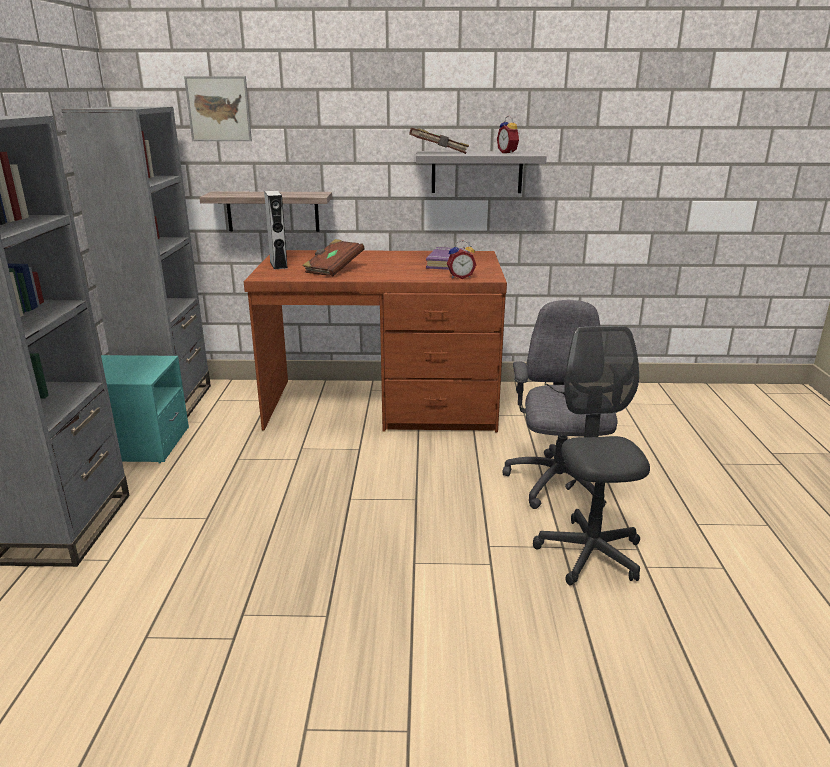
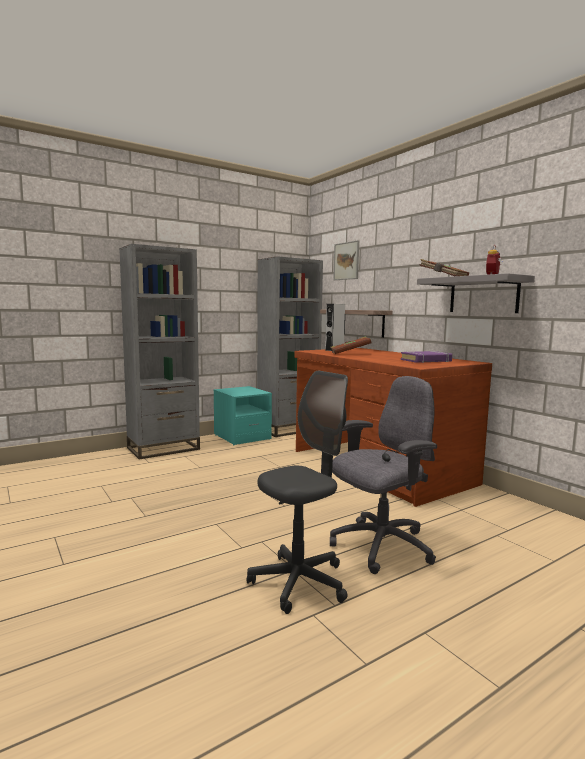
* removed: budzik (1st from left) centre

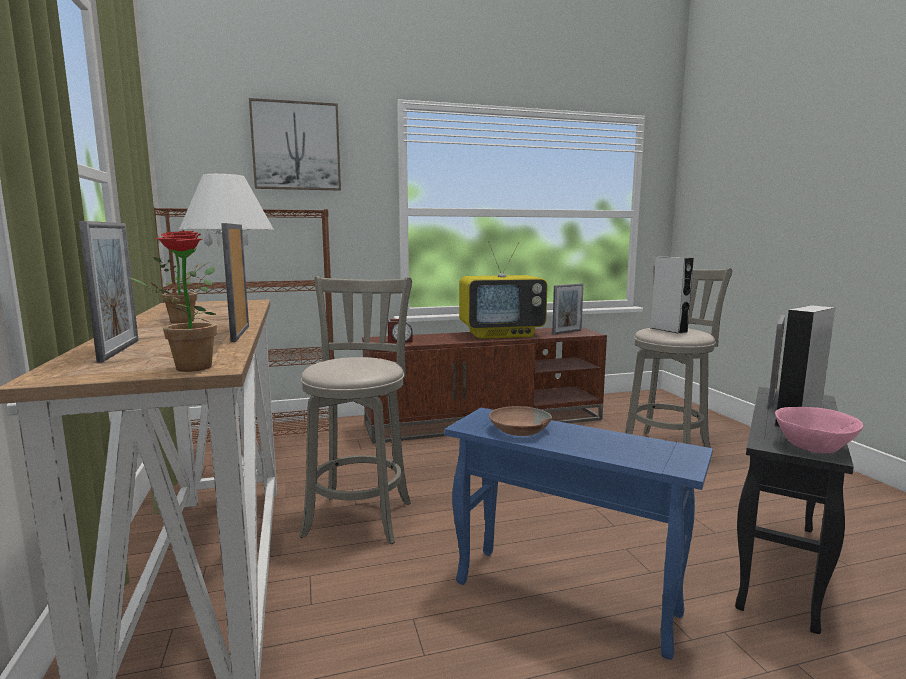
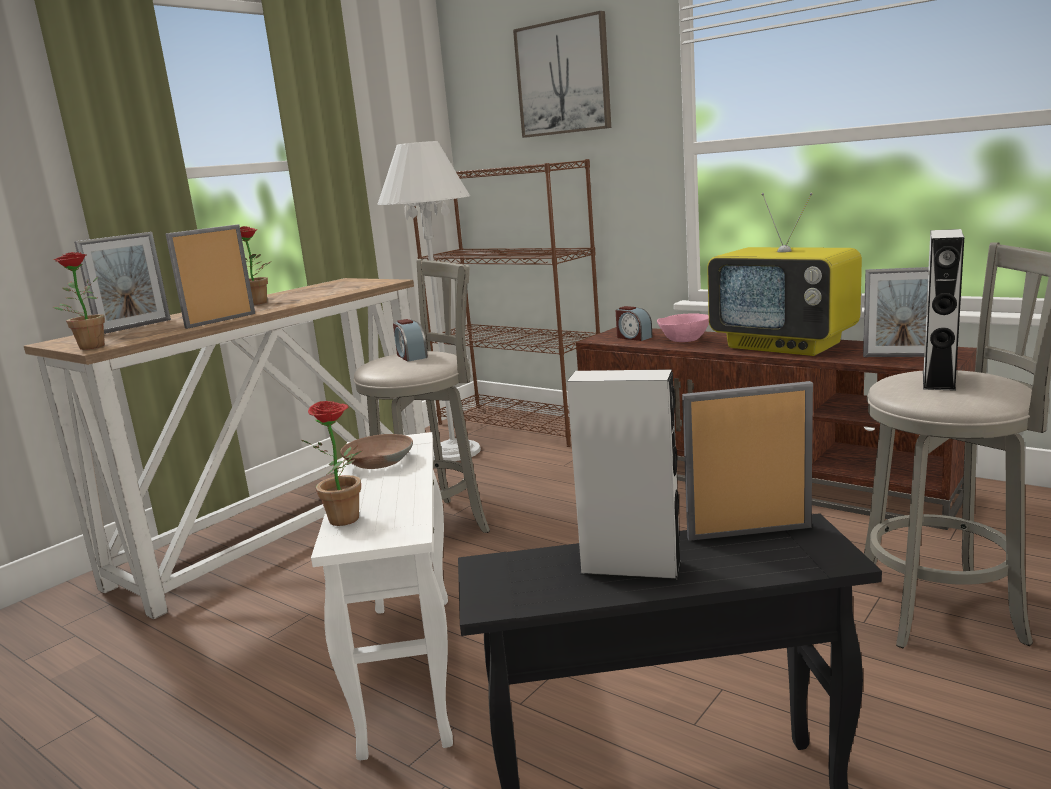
* added: roślina doniczkowa (3rd from left) middle left
* added: budzik (1st from left) centre
* moved: miska [różowy] middle right to centre
* recoloured: stolik [niebieski] bottom centre to stolik [biały] bottom centre

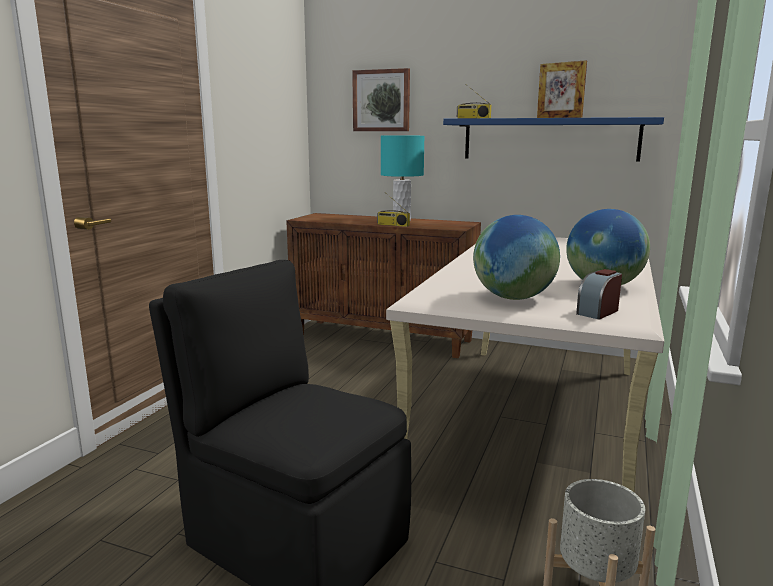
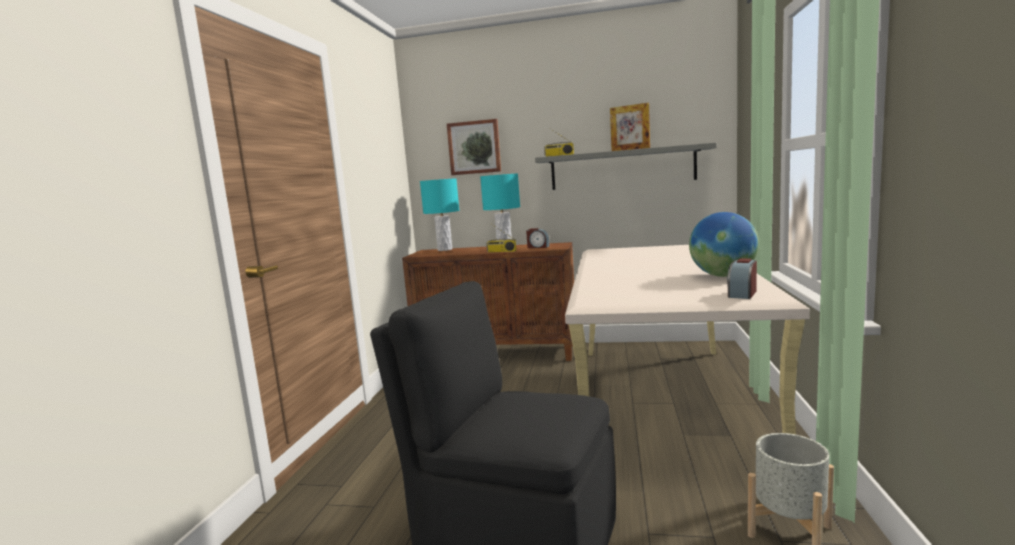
* removed: globus (1st from left) middle right
* added: lampa stołowa [turkusowy] (1st from left) centre
* added: budzik (1st from left) centre
* recoloured: półka [niebieski] top right to półka [szary] top centre

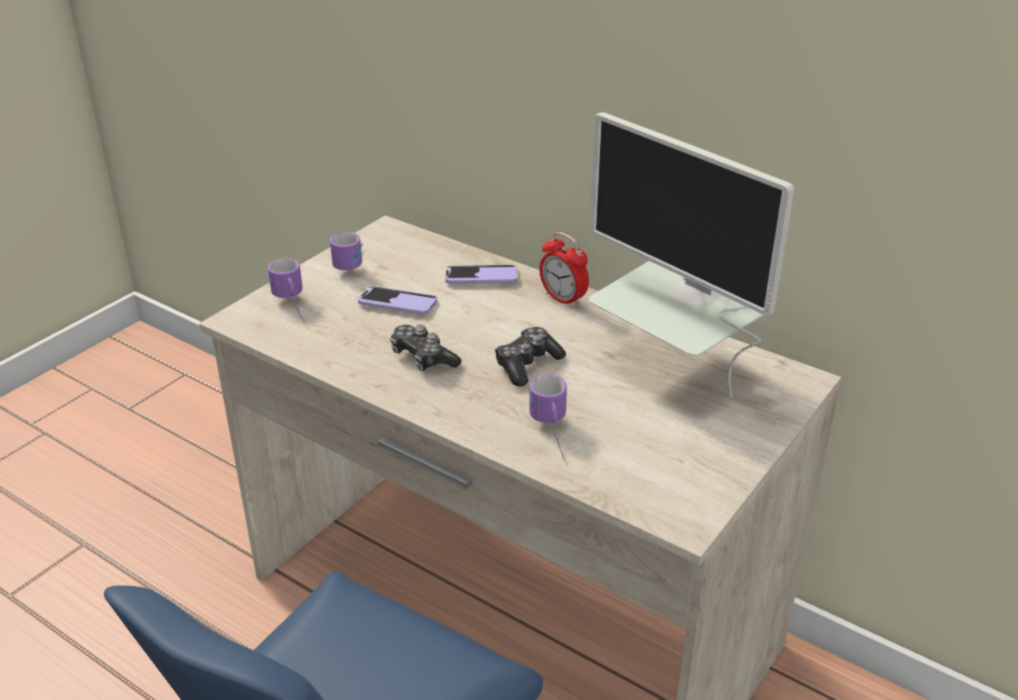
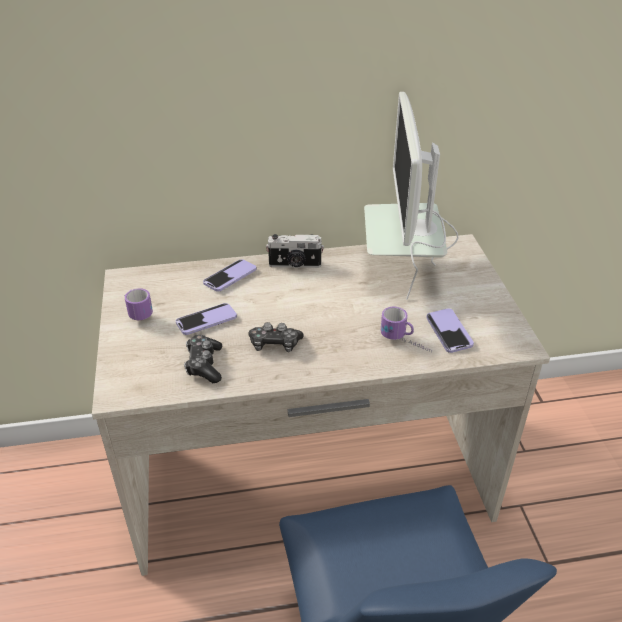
* removed: kubek (1st from left) middle left
* added: telefon (3rd from left) middle right
* moved: pad do gier (2nd from left in the first image) centre to pad do gier (1st from left) middle left
* replaced: budzik centre to aparat fotograficzny centre
* turned: monitor middle right = top centre 90 degrees clockwise

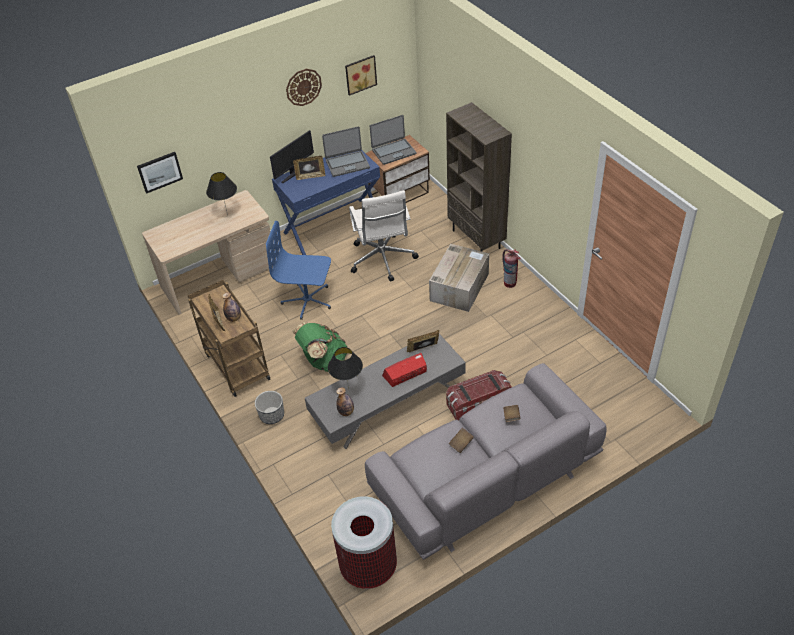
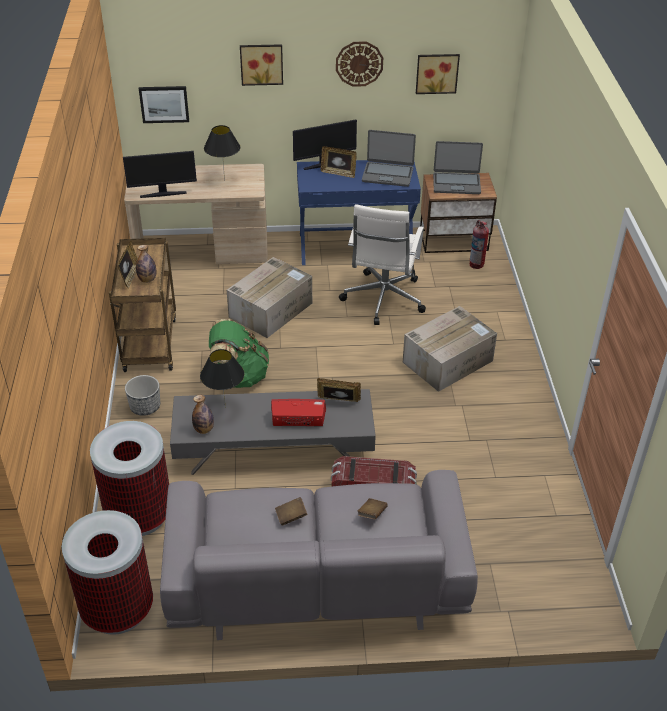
* removed: regał [brązowy] top centre
* added: kosz na śmieci (2nd from left) bottom left
* added: monitor (1st from left) top left
* added: obraz (2nd from left) top centre
* moved: gaśnica centre to middle right
* replaced: krzesło biurowe [niebieski] centre to karton (1st from left) centre

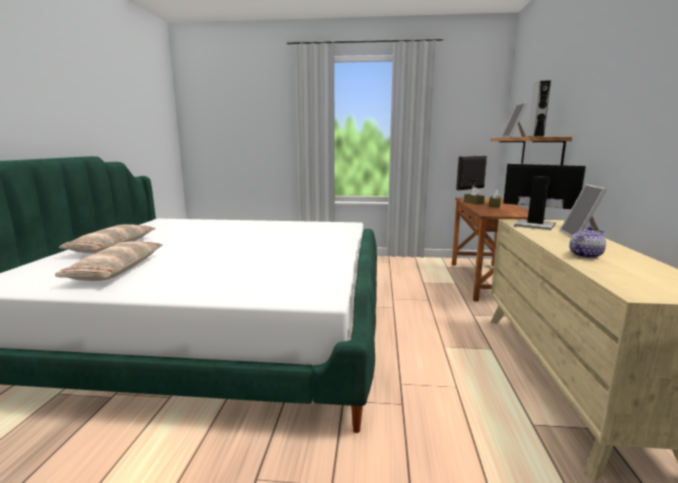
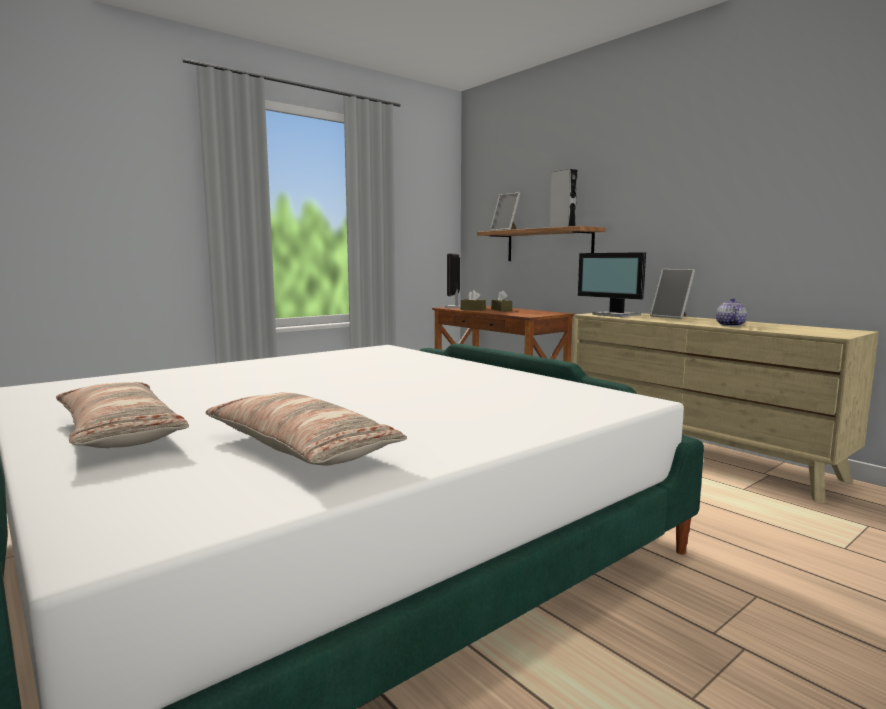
* turned: monitor (2nd from left) middle right = middle right 120 degrees counterclockwise

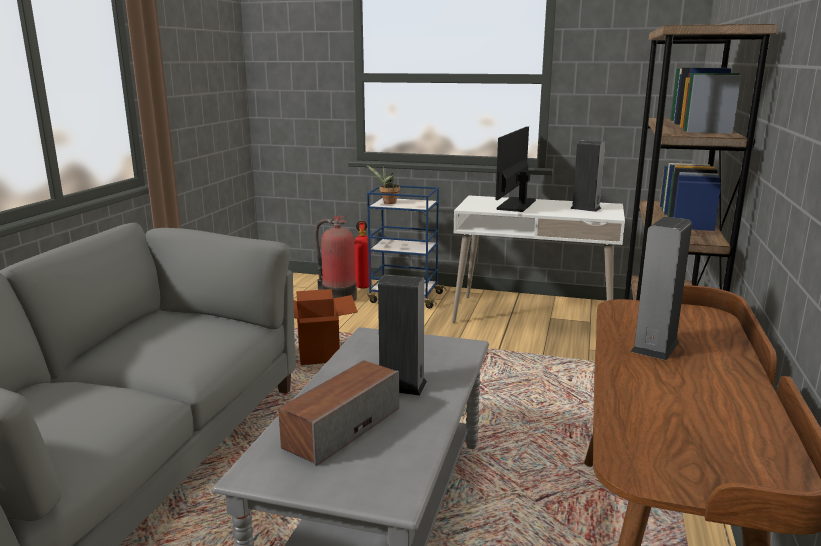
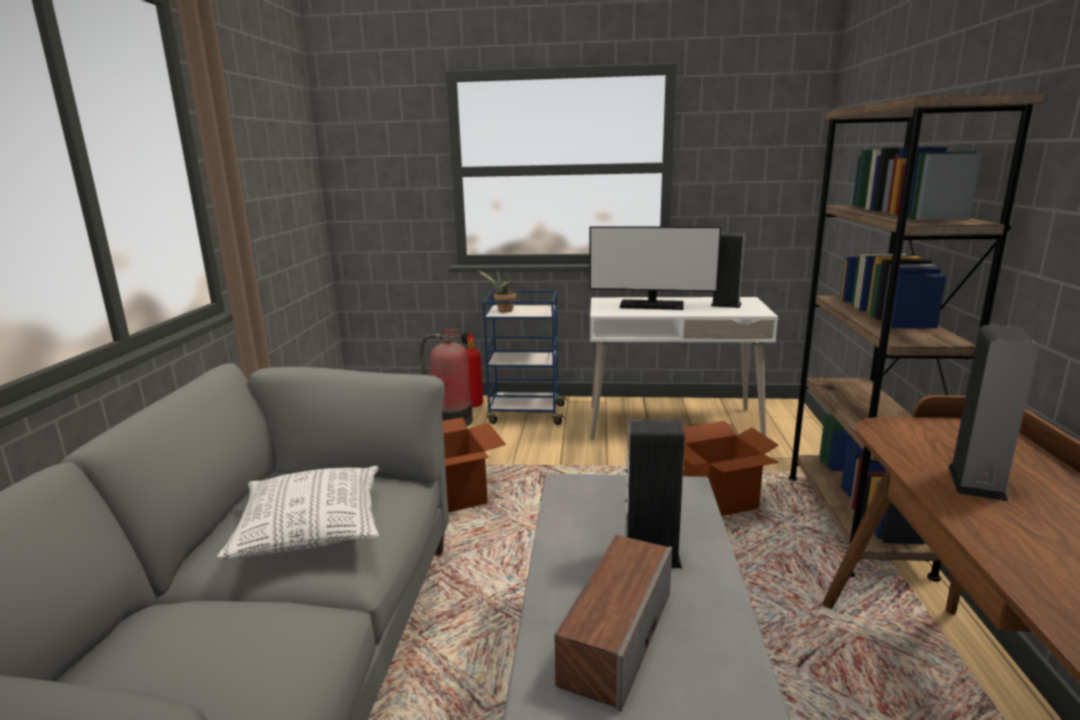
* added: poduszka bottom left
* added: karton (2nd from left) middle right
* turned: monitor top centre = centre 90 degrees counterclockwise

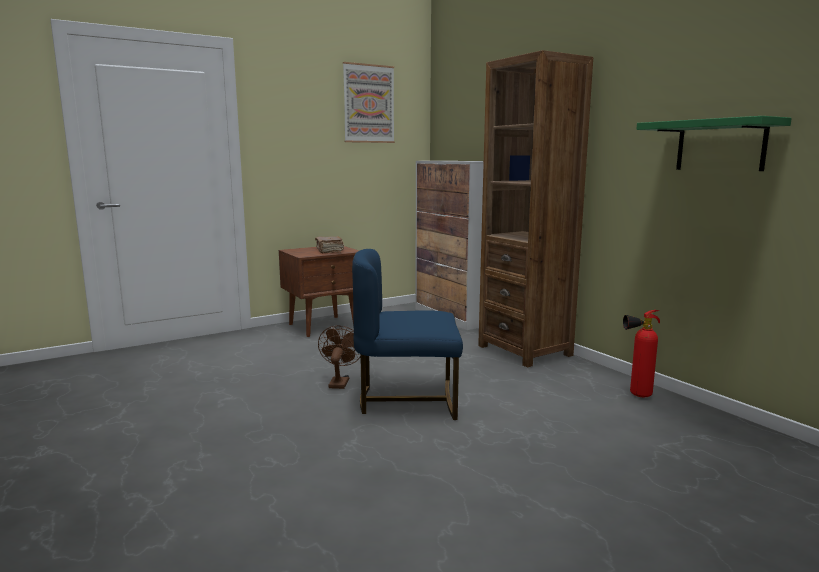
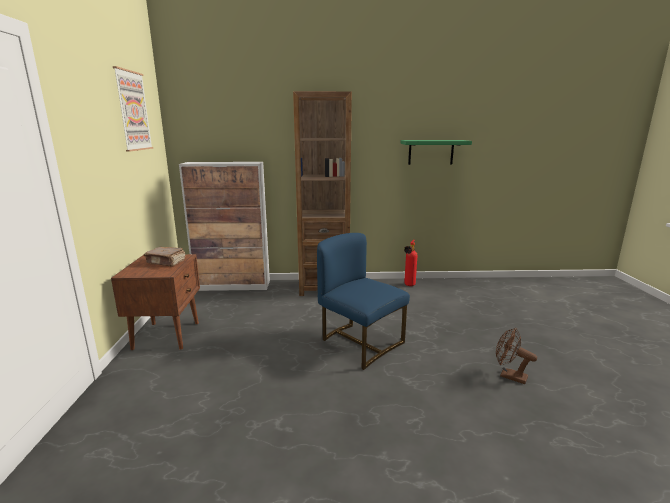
* moved: wentylator [brązowy] centre to bottom right
* turned: krzesło [niebieski] centre = centre 105 degrees clockwise

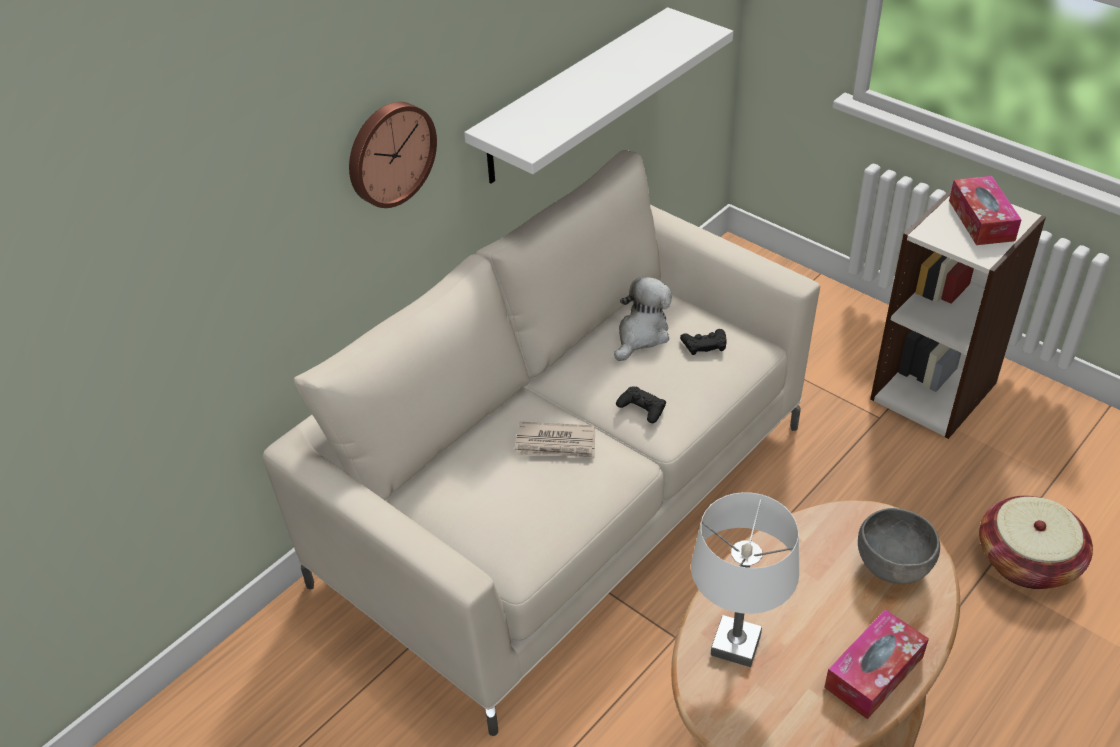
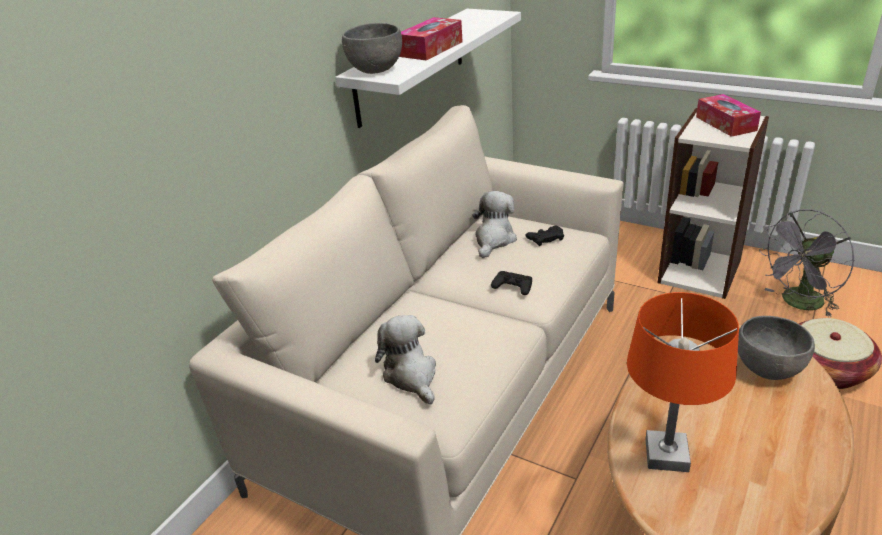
* removed: zegar ścienny top centre
* removed: gazeta centre
* added: miska [szary] (1st from left) top centre
* added: pluszak (1st from left) bottom centre
* added: wentylator [szary] middle right
* moved: pudełko chusteczek (1st from left) bottom right to top centre
* recoloured: lampa stołowa [biały] bottom centre to lampa stołowa [pomarańczowy] bottom right

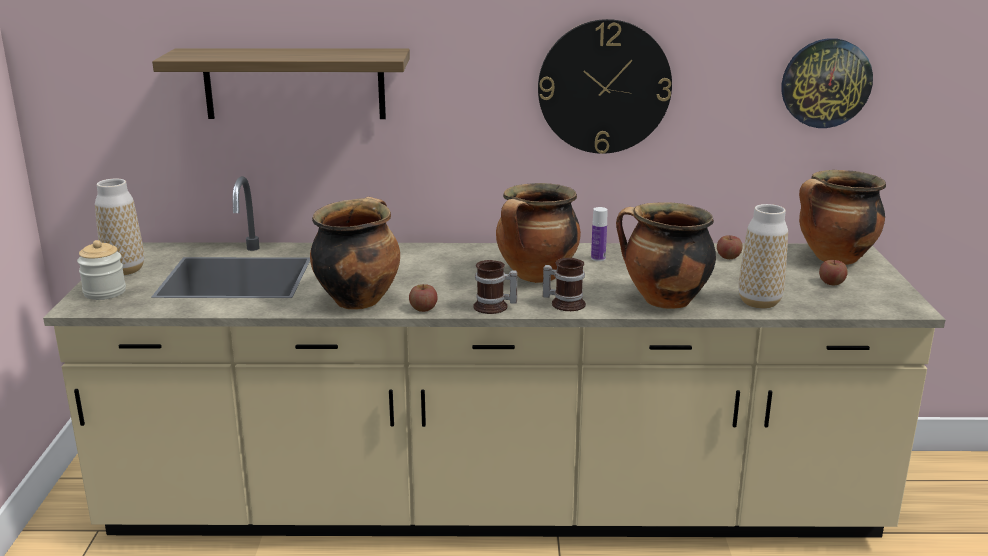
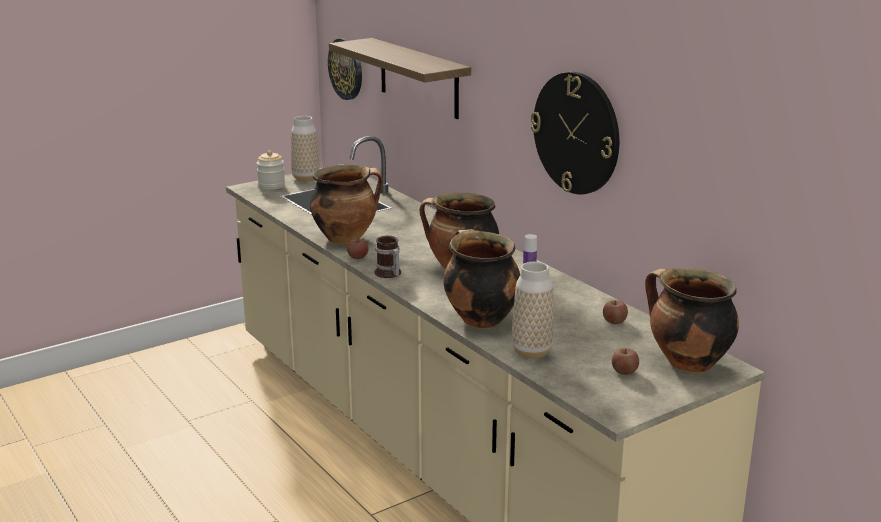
* removed: kubek (2nd from left) centre
* moved: zegar ścienny (2nd from left in the first image) top right to zegar ścienny (1st from left) top centre

